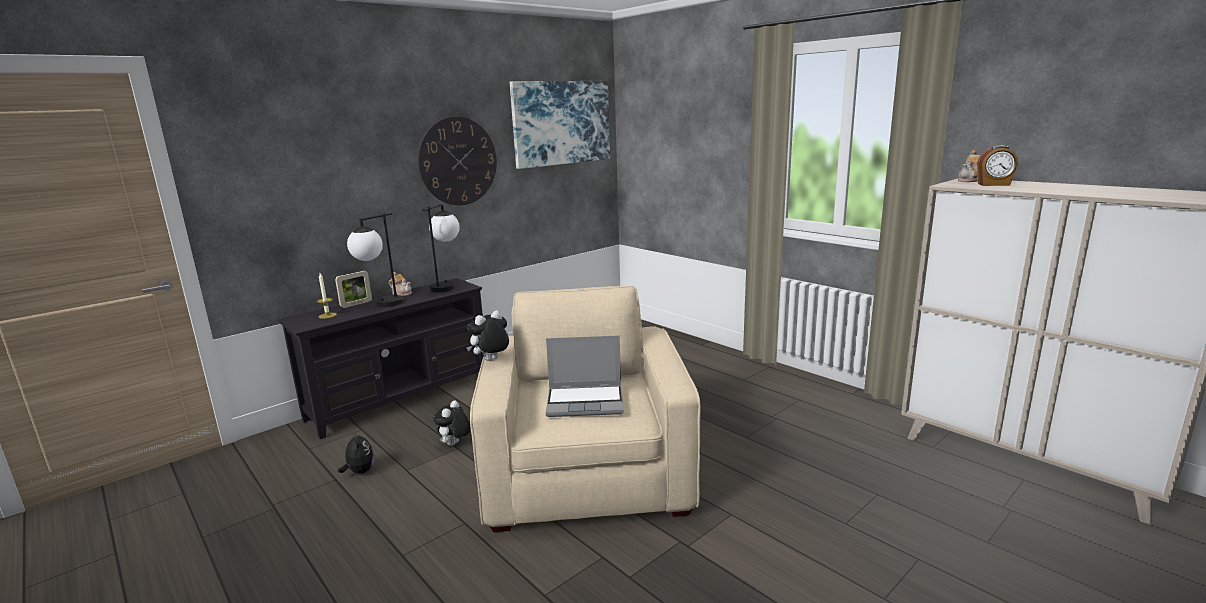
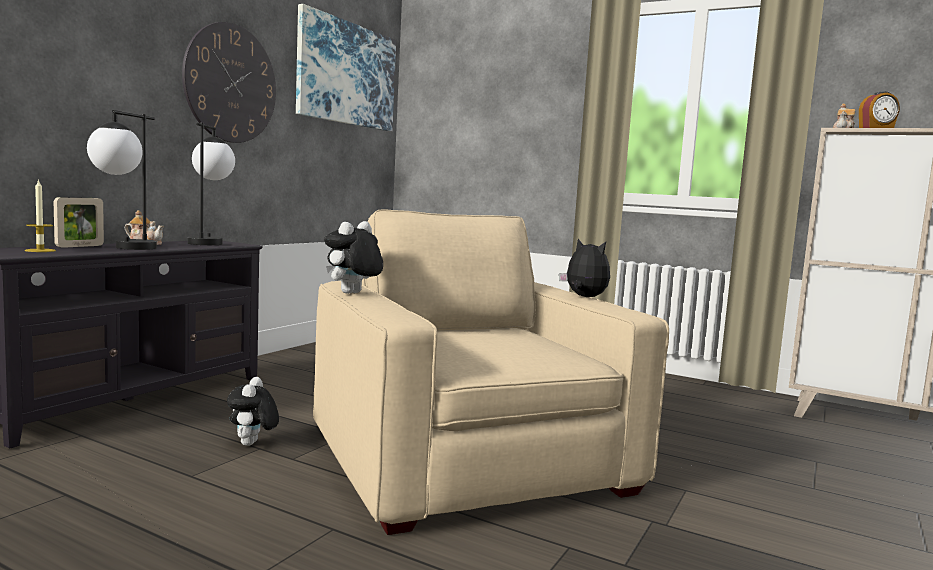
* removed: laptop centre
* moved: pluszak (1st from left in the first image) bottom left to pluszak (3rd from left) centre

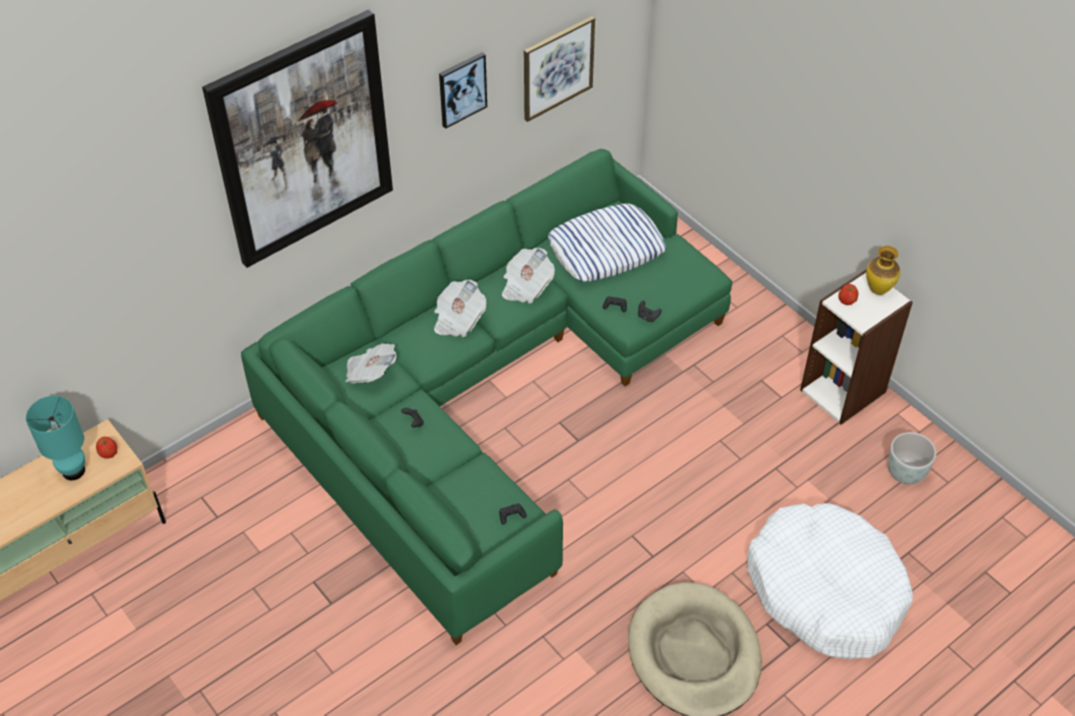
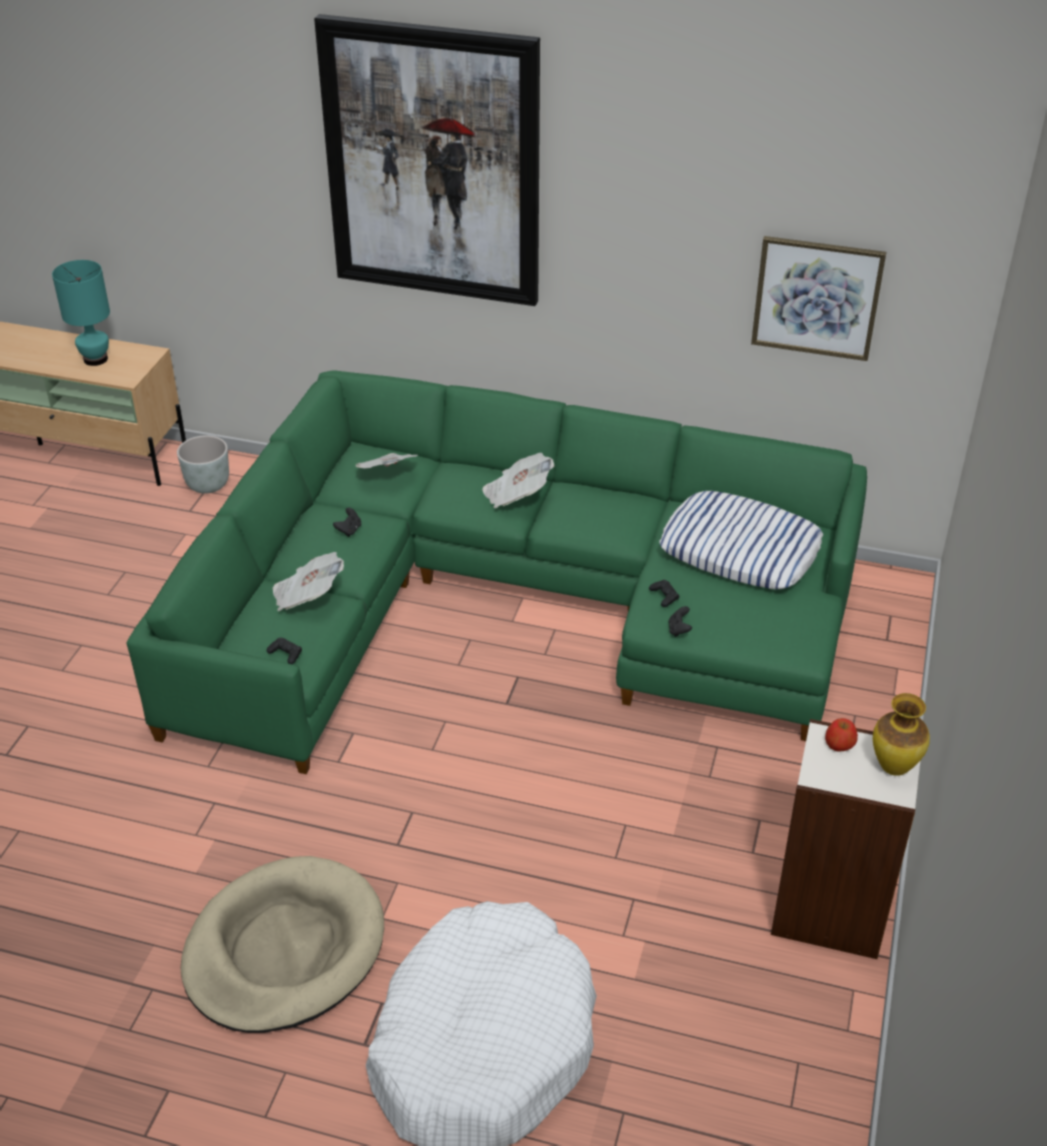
* removed: jabłko (1st from left) middle left
* removed: obraz (2nd from left) top centre
* moved: gazeta (3rd from left in the first image) centre to gazeta (1st from left) middle left
* moved: donica [szary] middle right to middle left

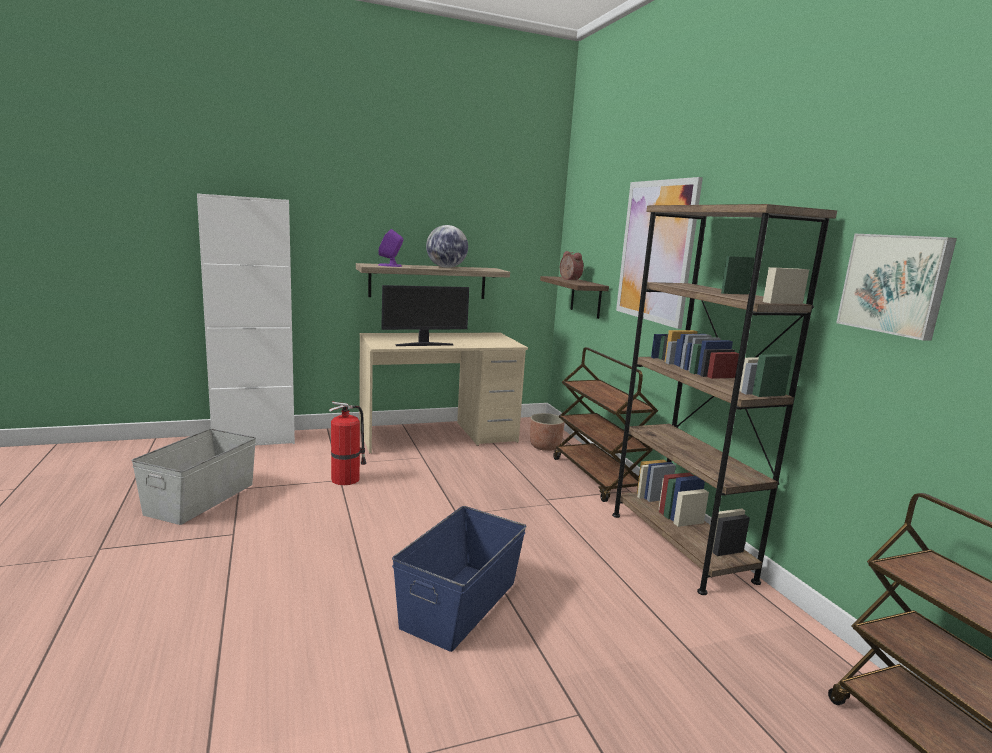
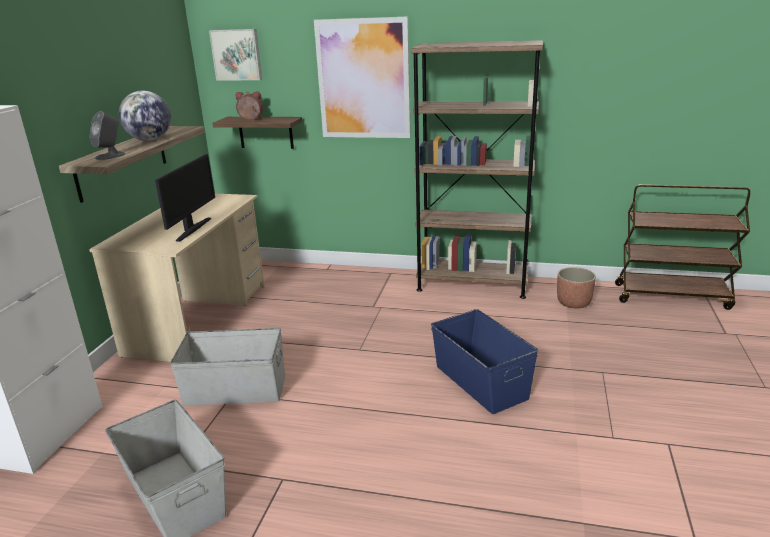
* removed: wózek [brązowy] (1st from left) centre
* moved: donica centre to middle right
* moved: obraz (2nd from left in the first image) middle right to obraz (1st from left) top left
* replaced: gaśnica centre to pojemnik do przechowywania [szary] (2nd from left) bottom left
* recoloured: głośnik [fioletowy] top centre to głośnik [szary] top left

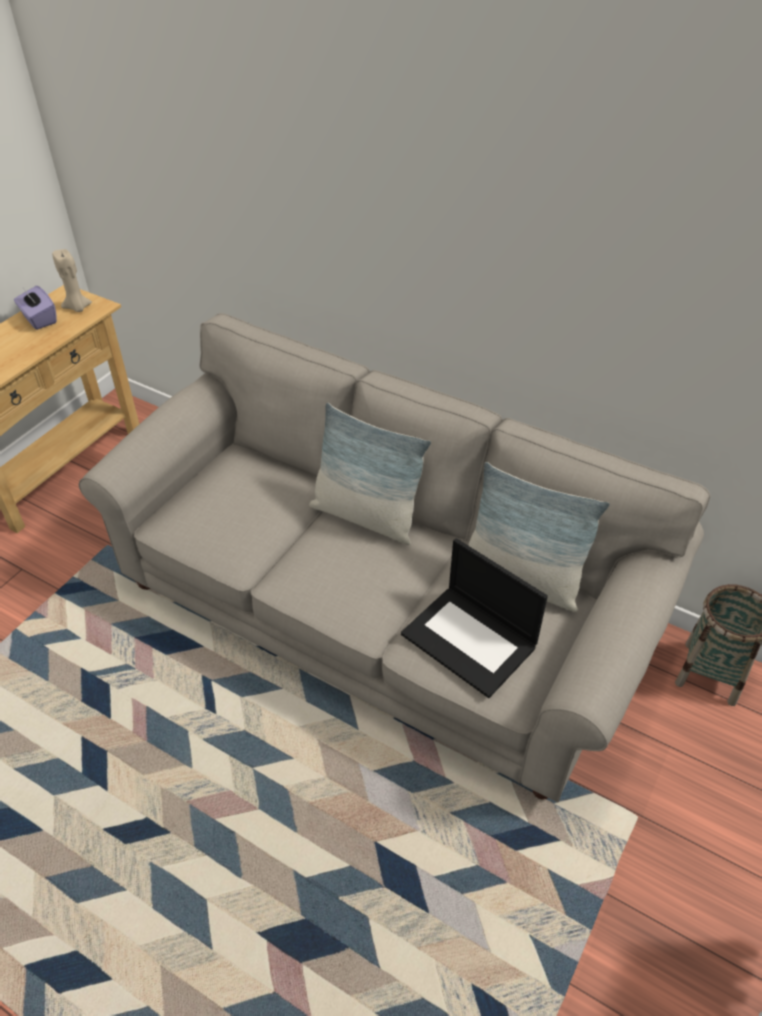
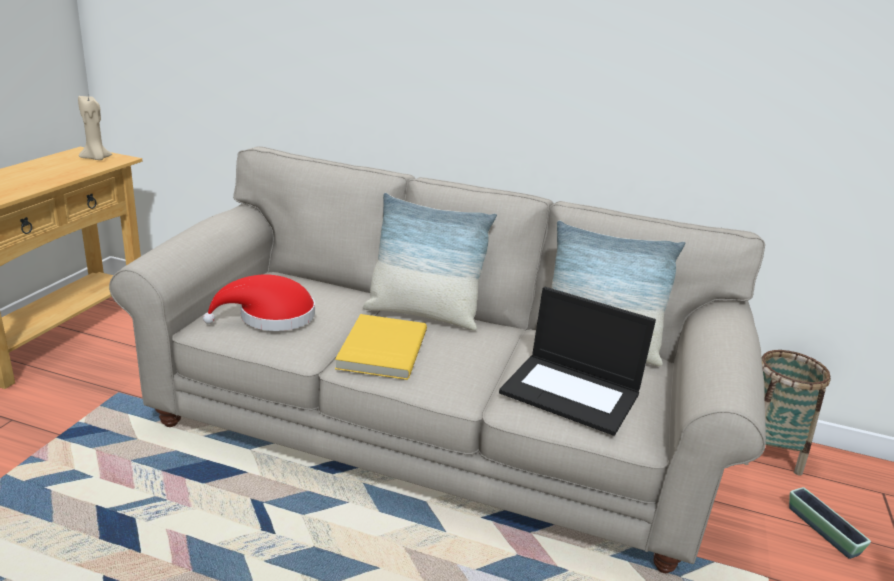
* removed: pudełko chusteczek [fioletowy] top left
* added: kapelusz [czerwony] middle left
* added: książka [żółty] centre
* added: donica bottom right

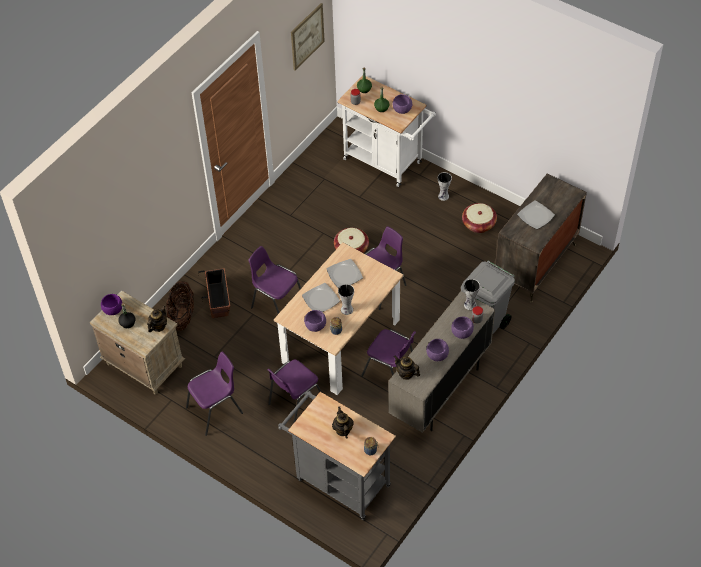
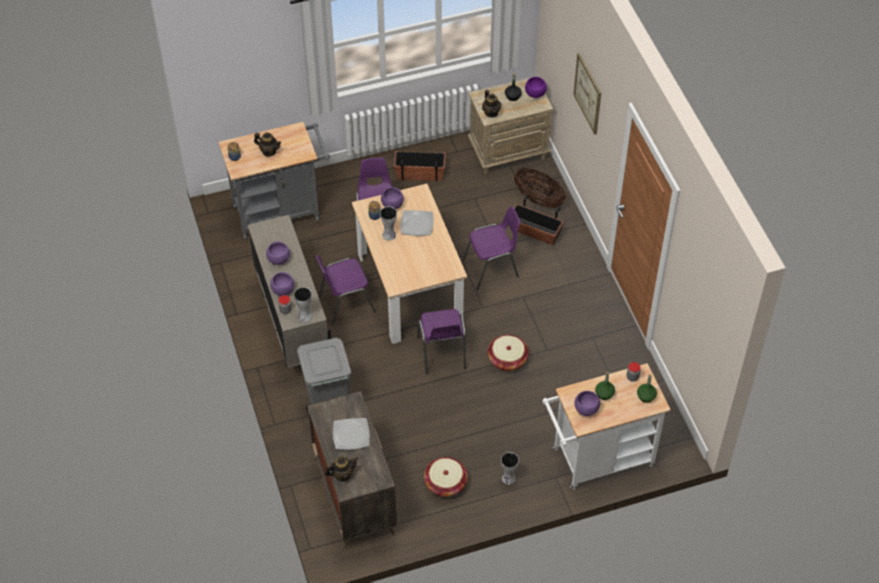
* removed: talerz (2nd from left) centre
* moved: obraz top centre to top right
* moved: imbryk (3rd from left in the first image) centre to imbryk (2nd from left) bottom centre
* replaced: krzesło [fioletowy] (1st from left) bottom left to donica (1st from left) top centre

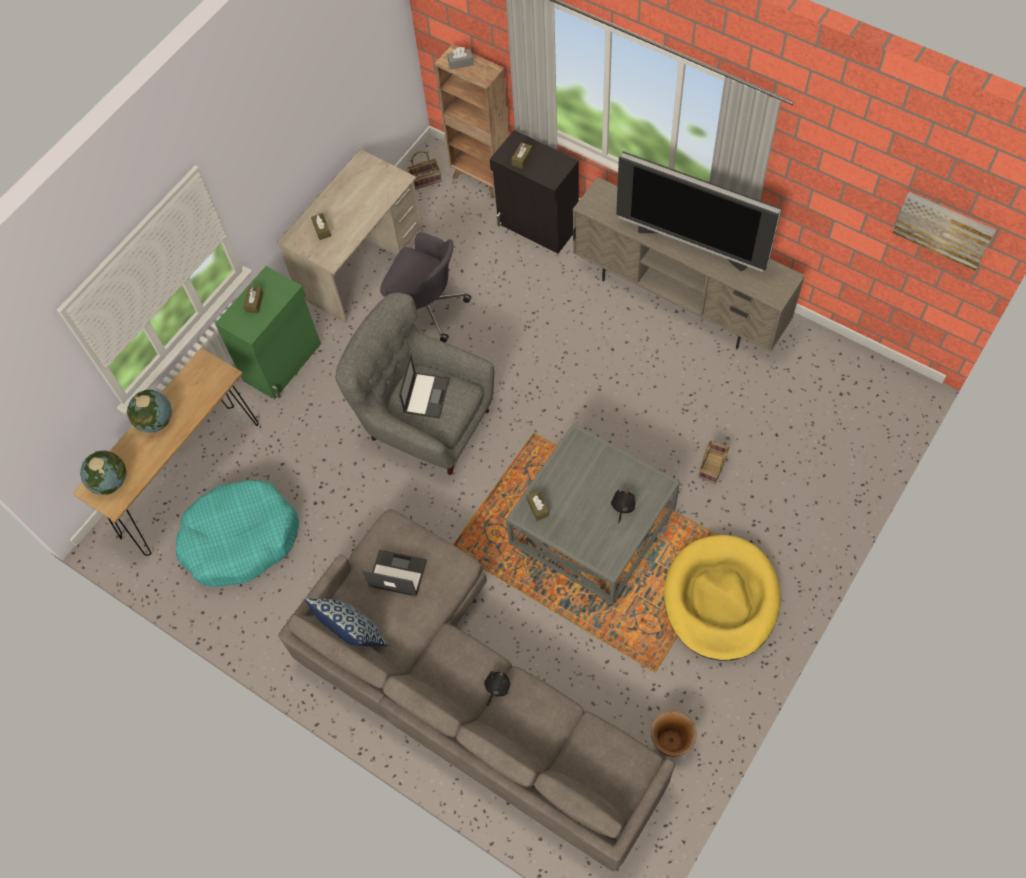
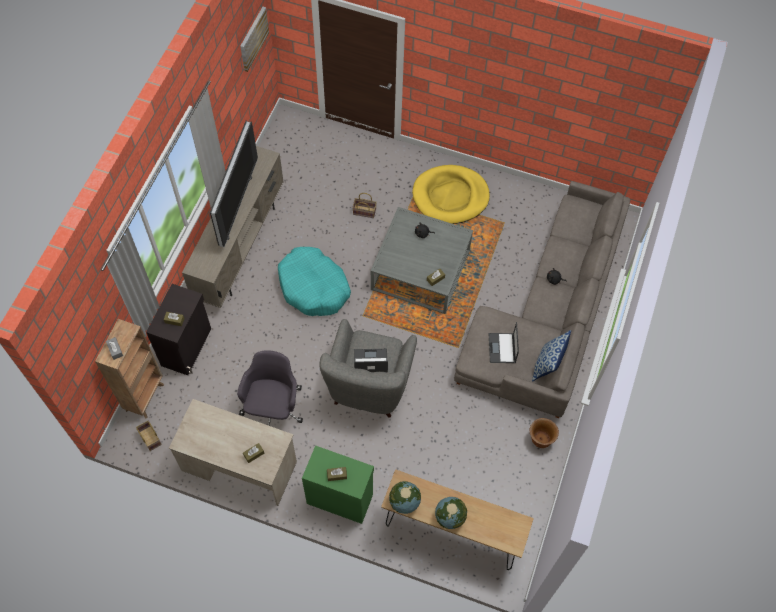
* moved: globus (1st from left) middle left to bottom centre
* moved: legowisko [turkusowy] middle left to centre
* moved: donica [brązowy] bottom centre to bottom right

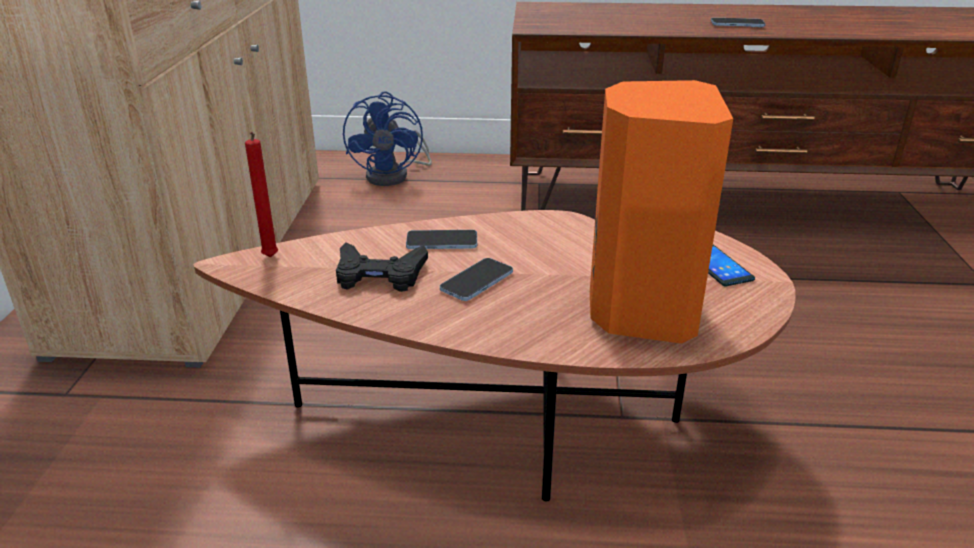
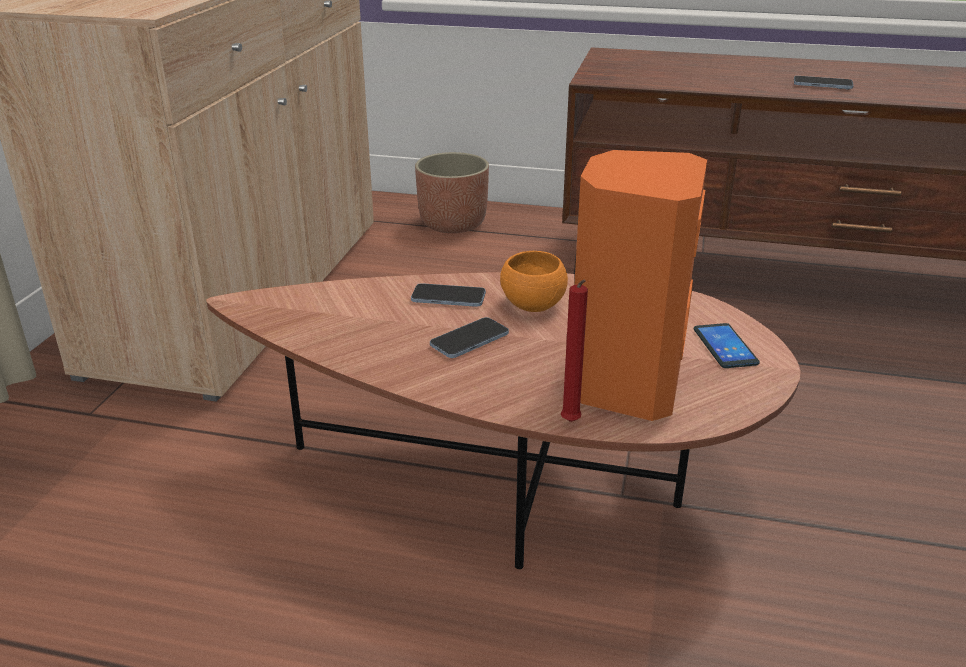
* removed: pad do gier [czarny] centre
* added: miska [pomarańczowy] centre
* moved: świeca [czerwony] middle left to centre
* replaced: wentylator [niebieski] top centre to donica top centre

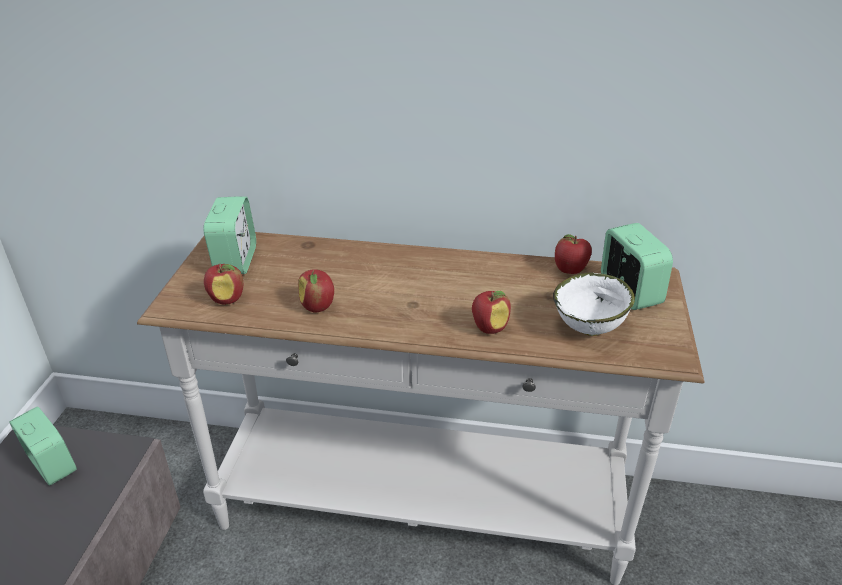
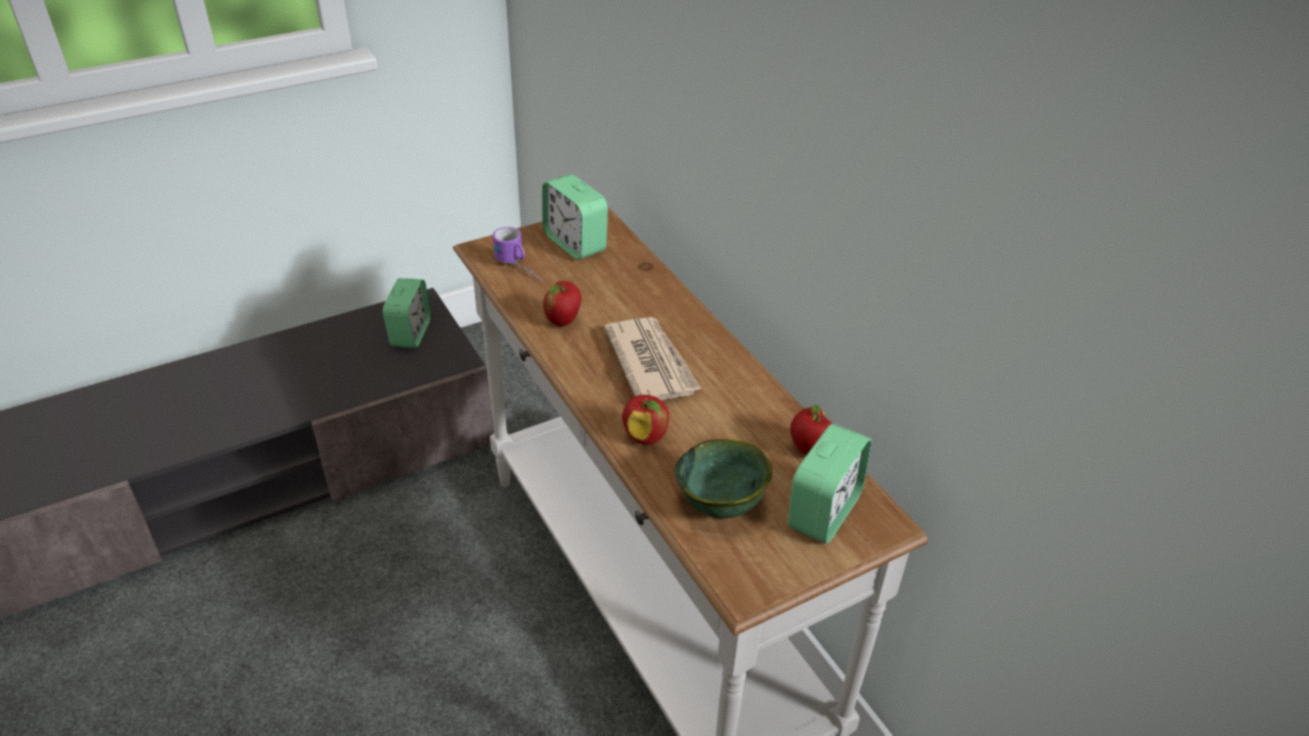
* added: gazeta centre
* replaced: jabłko (1st from left) middle left to kubek centre
* recoloured: miska [biały] middle right to miska [zielony] centre
* turned: budzik (2nd from left) middle left = top centre 90 degrees clockwise

